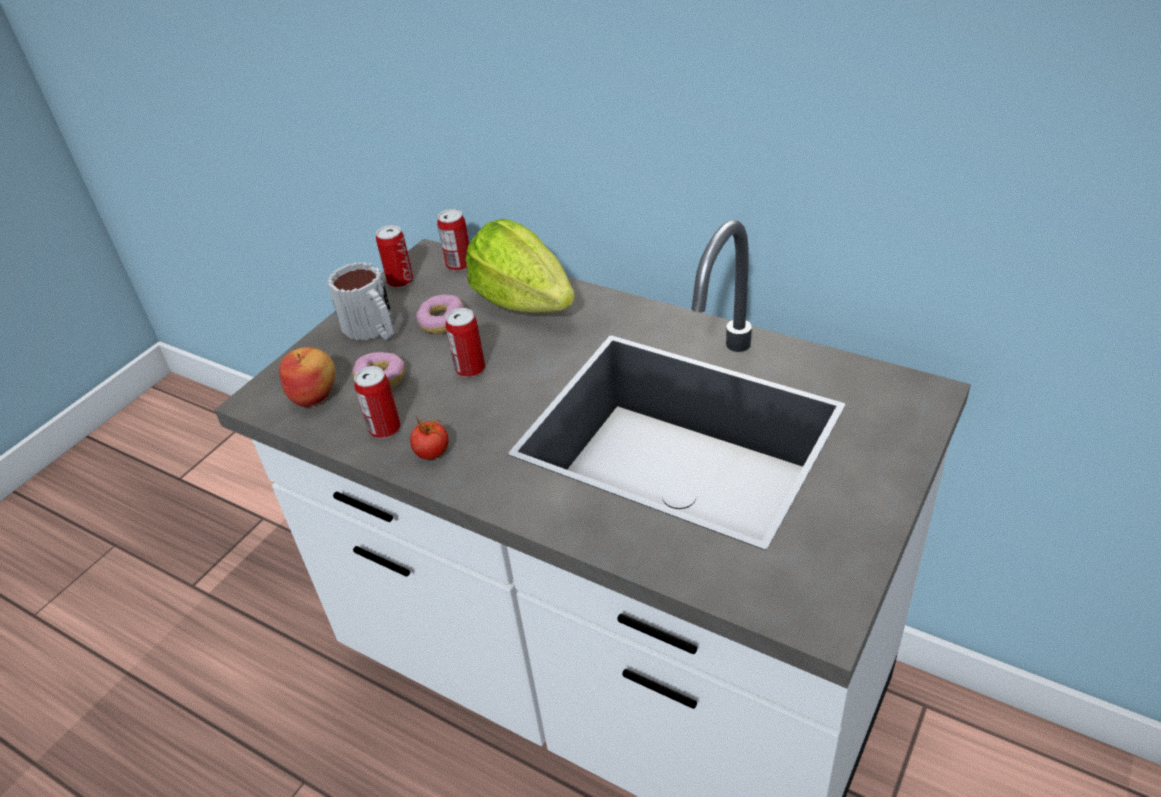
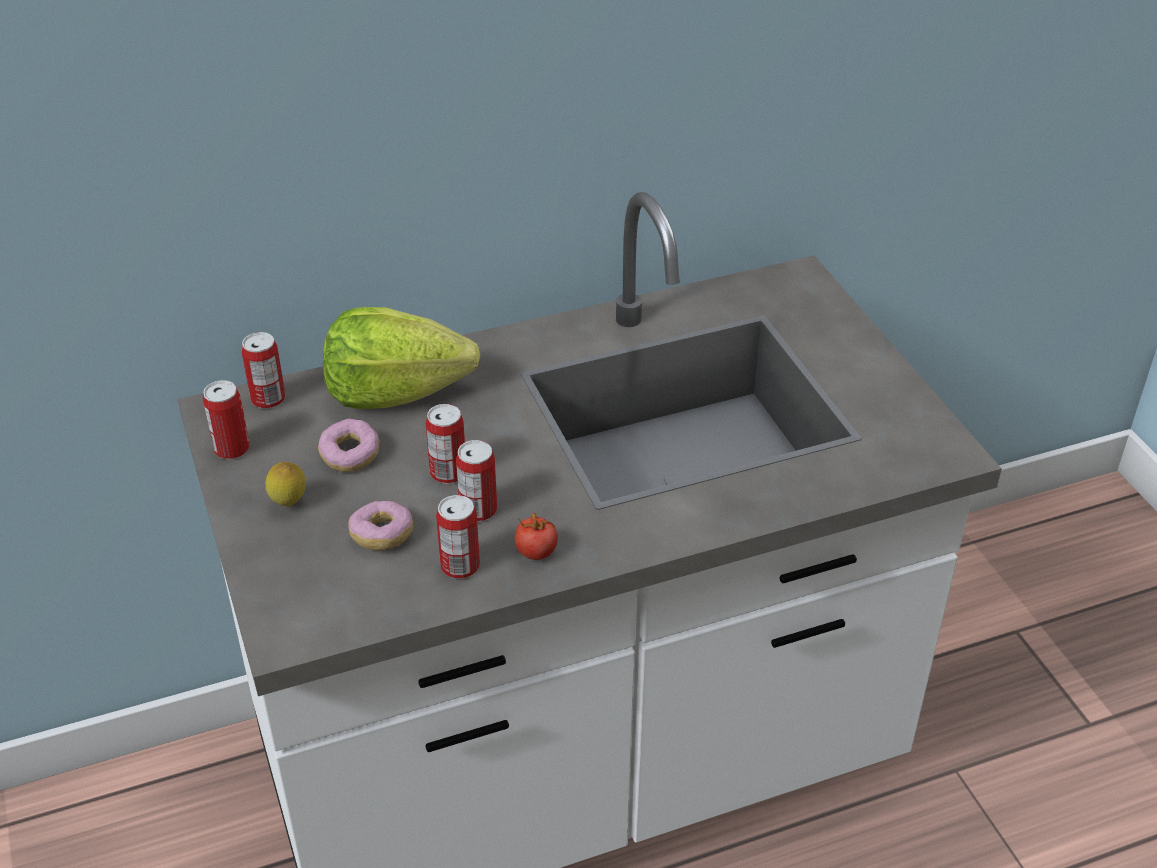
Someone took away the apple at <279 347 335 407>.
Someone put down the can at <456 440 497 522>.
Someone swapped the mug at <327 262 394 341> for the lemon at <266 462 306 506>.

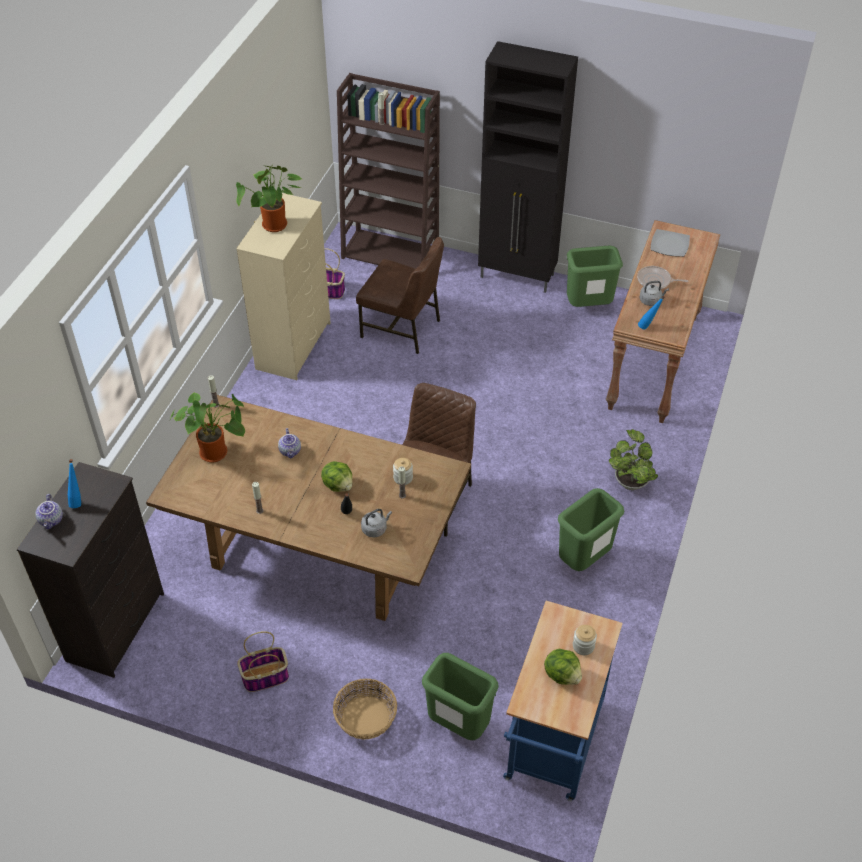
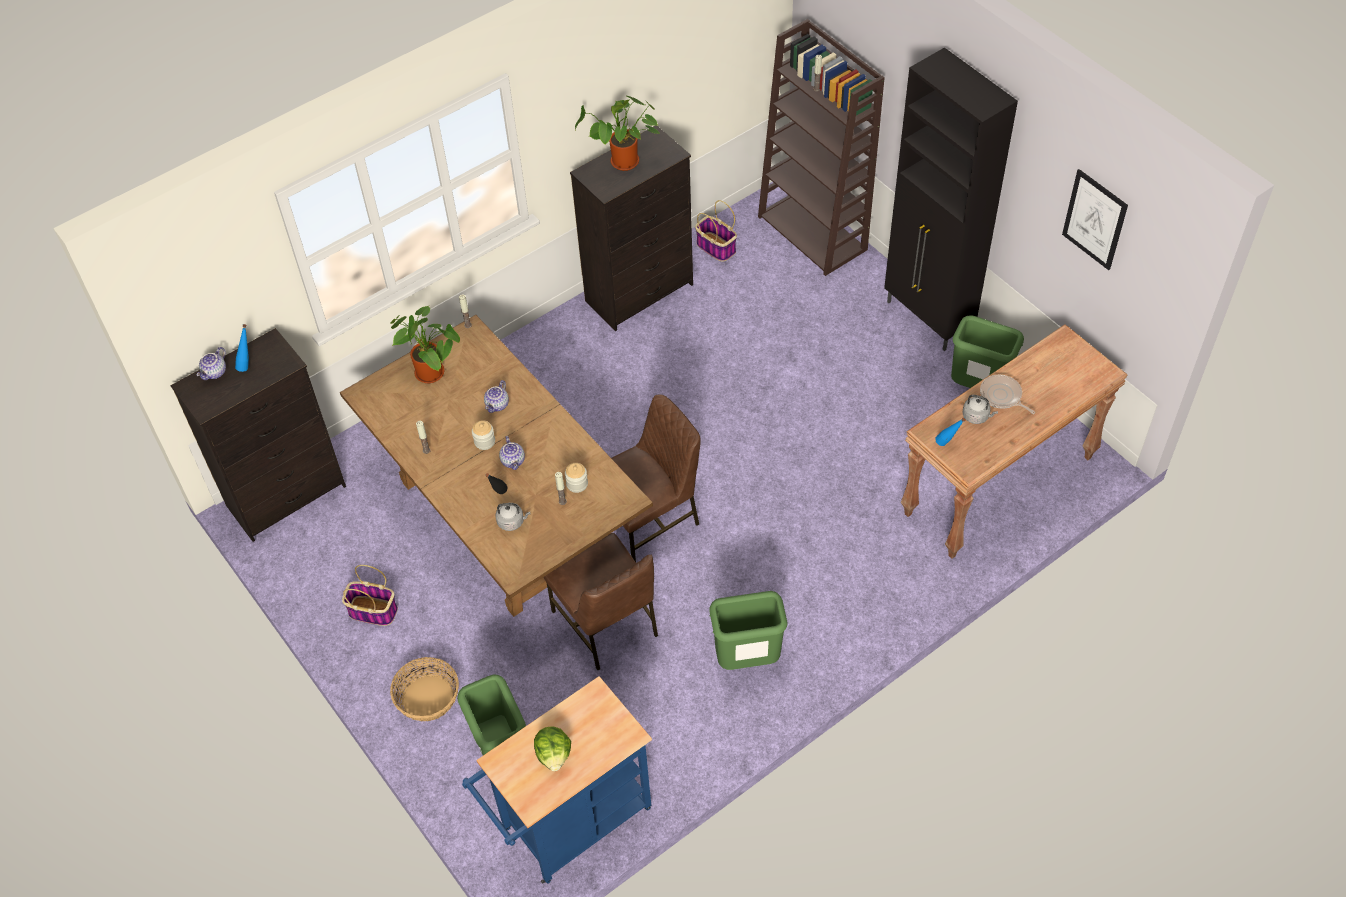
Someone took away the potted_plant at <609 429 658 490>.
Someone took away the plate at <650 229 690 257>.
Someone put up the picture at <1062 169 1128 270>.
Someone carried the brown_chair from <356 237 444 354> to <544 533 658 670>.
Someone carried the jar from <573 625 597 655> to <472 420 495 450>.
Someone swapped the lettuce at <321 461 352 492> for the teapot at <499 436 525 470>.
Someone repainted the beige_dresser at <236 193 331 380>, which became the black_dresser at <570 125 693 331>.

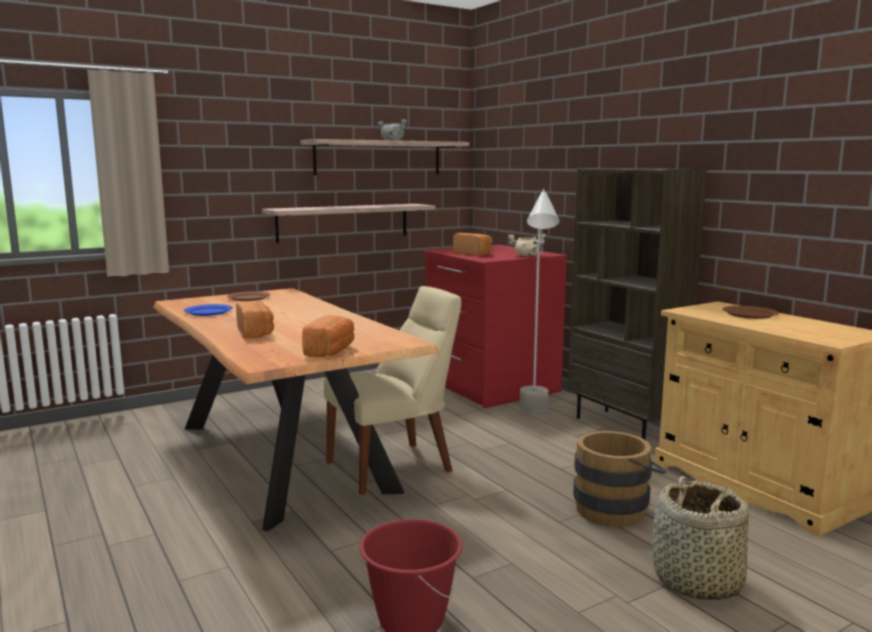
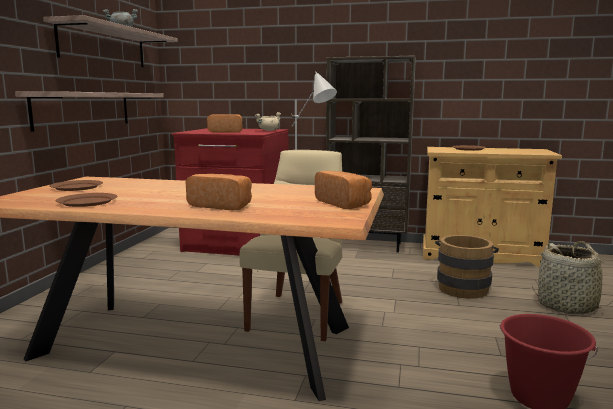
Someone repainted the blue_plate at <184 304 233 316>, which became the brown_plate at <56 193 117 207>.

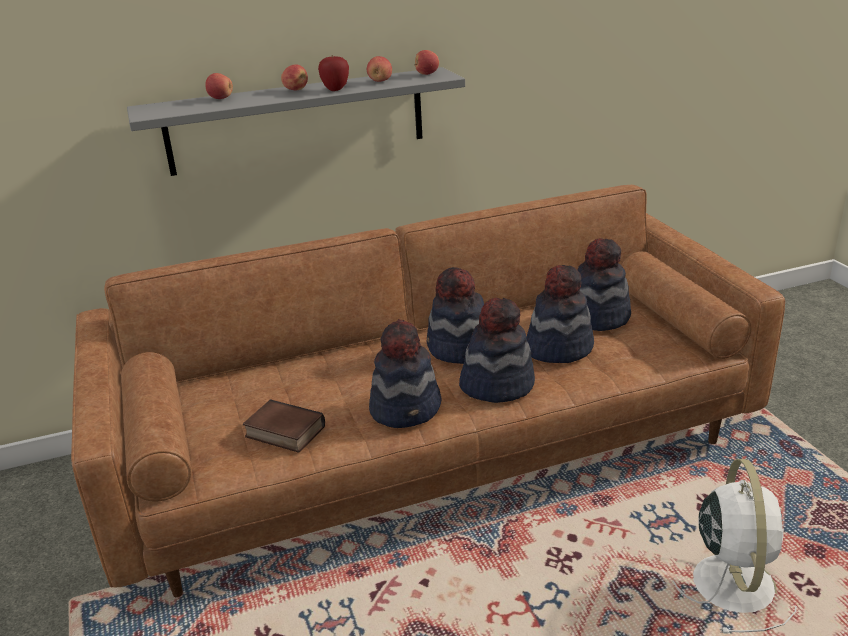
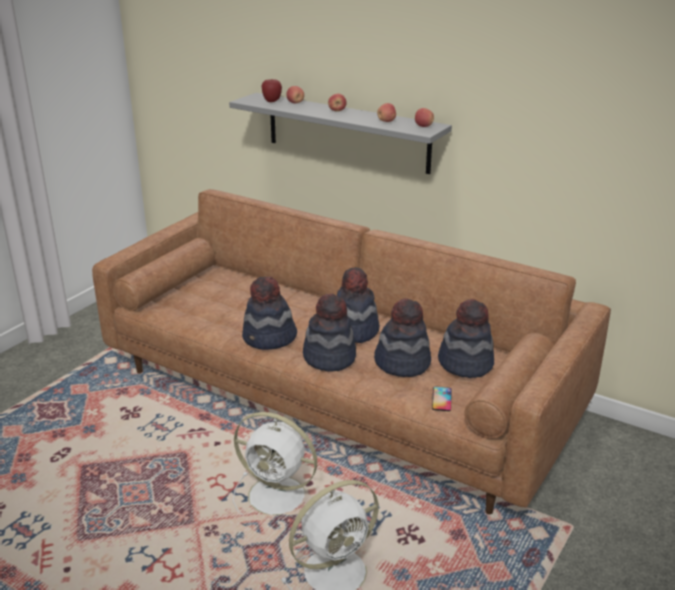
Someone took away the book at <243 399 325 453>.
Someone put down the white_fan at <233 412 317 515>.
Someone put down the phone at <432 387 452 411>.
Someone carried the apple from <318 55 349 91> to <261 79 282 102>.

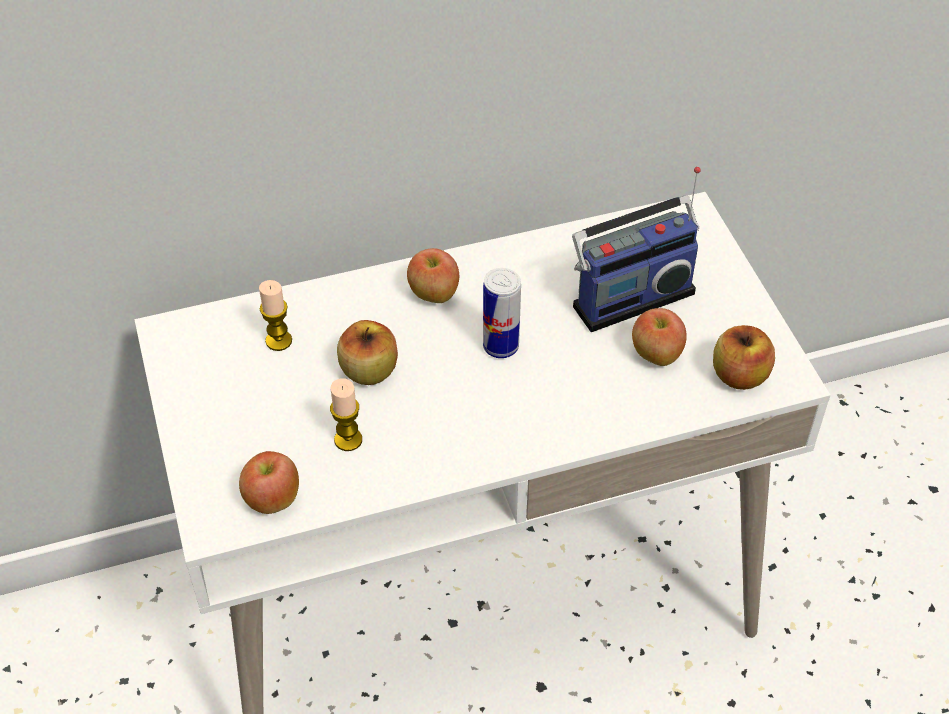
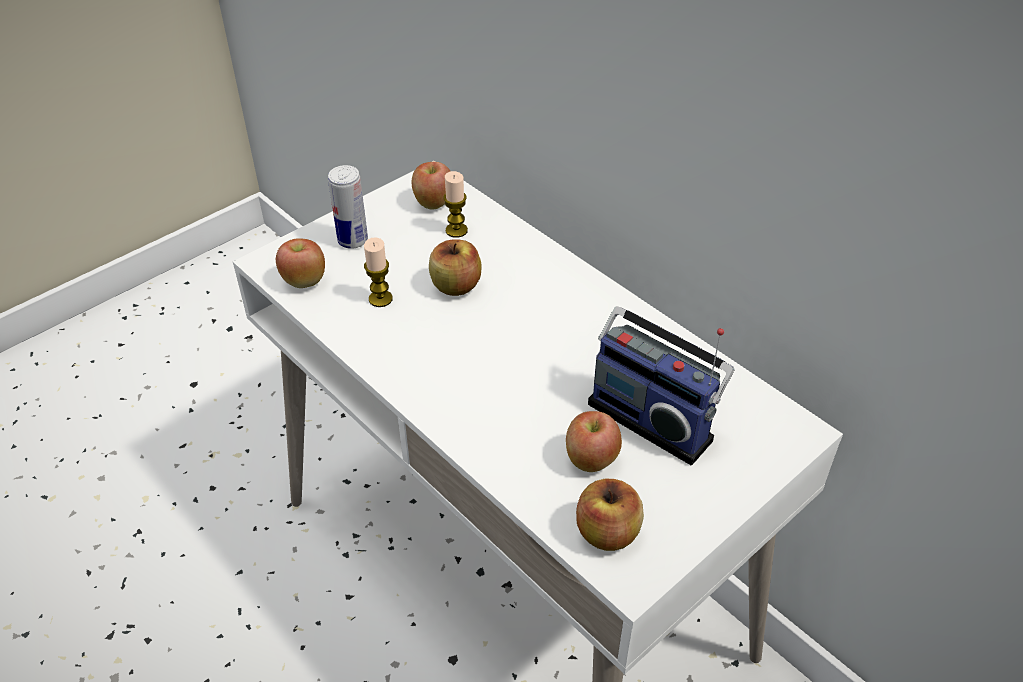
Someone carried the apple from <407 248 459 303> to <412 162 450 209>.
Someone carried the can from <483 268 521 358> to <328 165 368 249>.

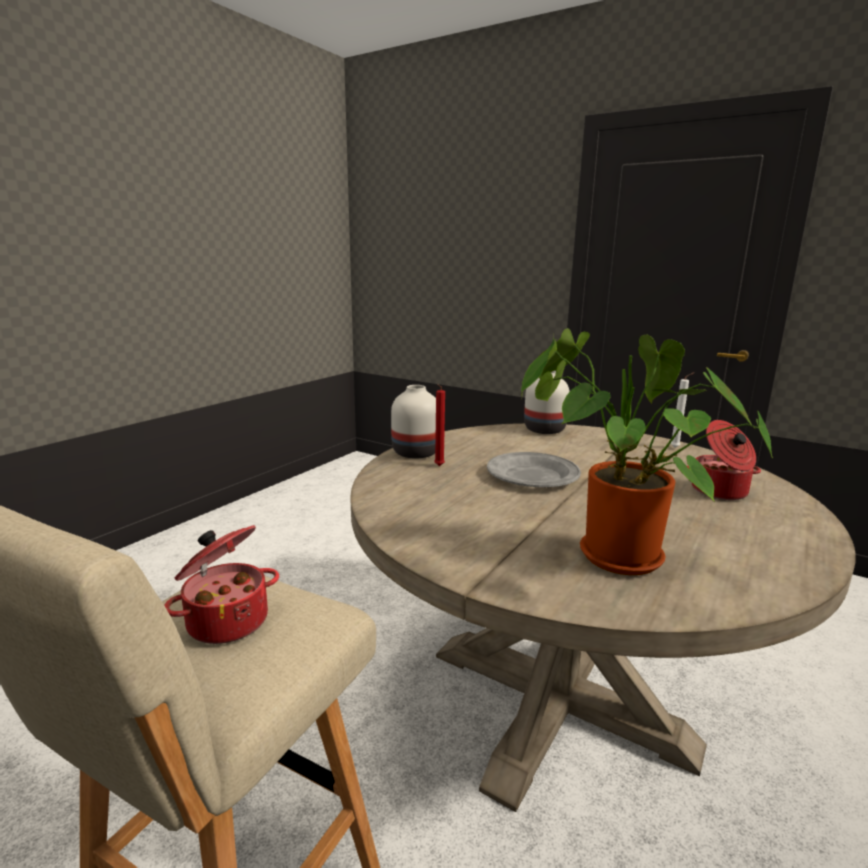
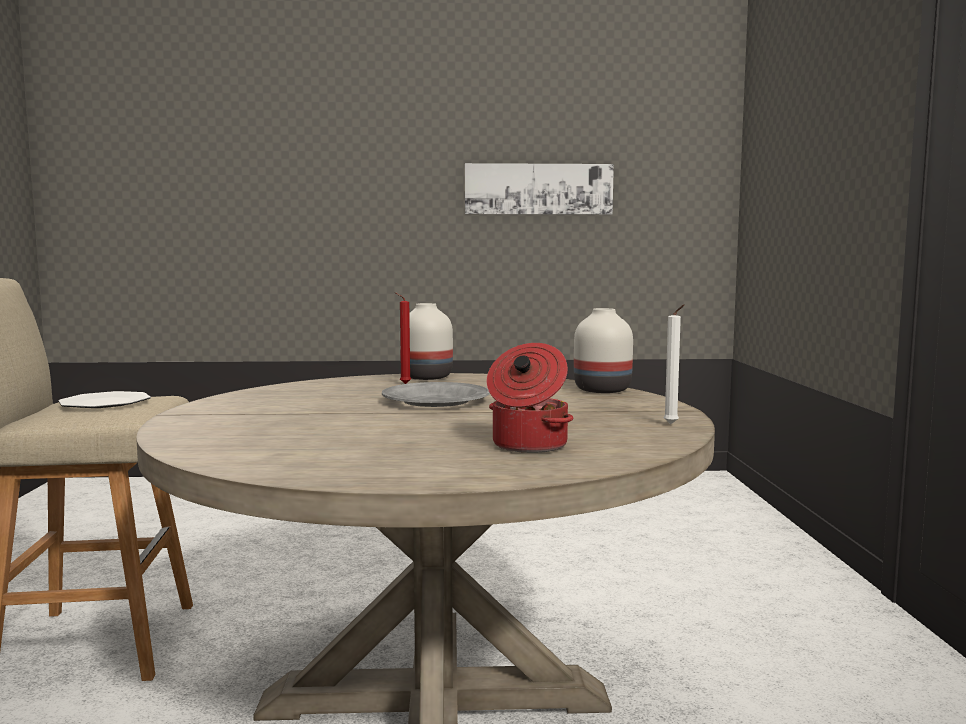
Someone took away the potted_plant at <521 328 773 575>.
Someone put up the picture at <465 163 614 215>.
Someone swapped the cooking_pot at <164 525 279 644> for the plate at <58 391 151 408>.

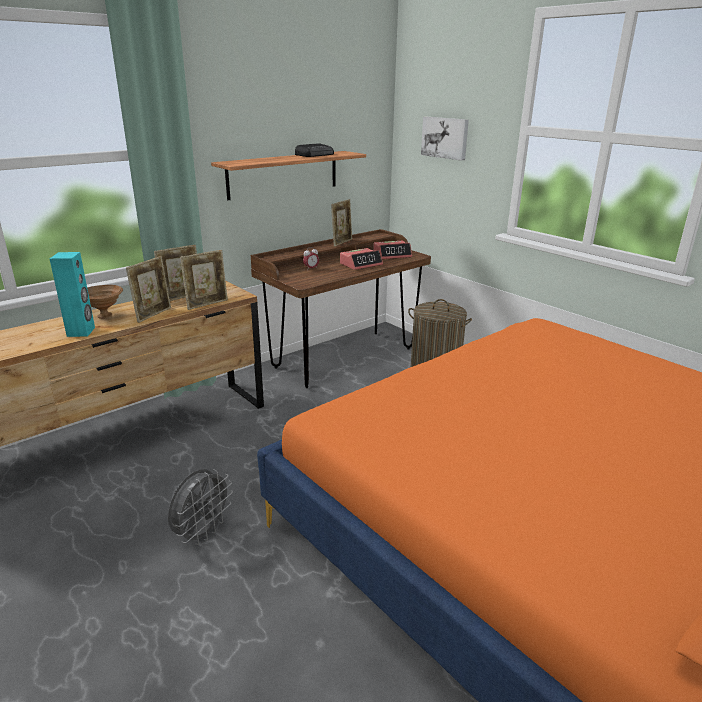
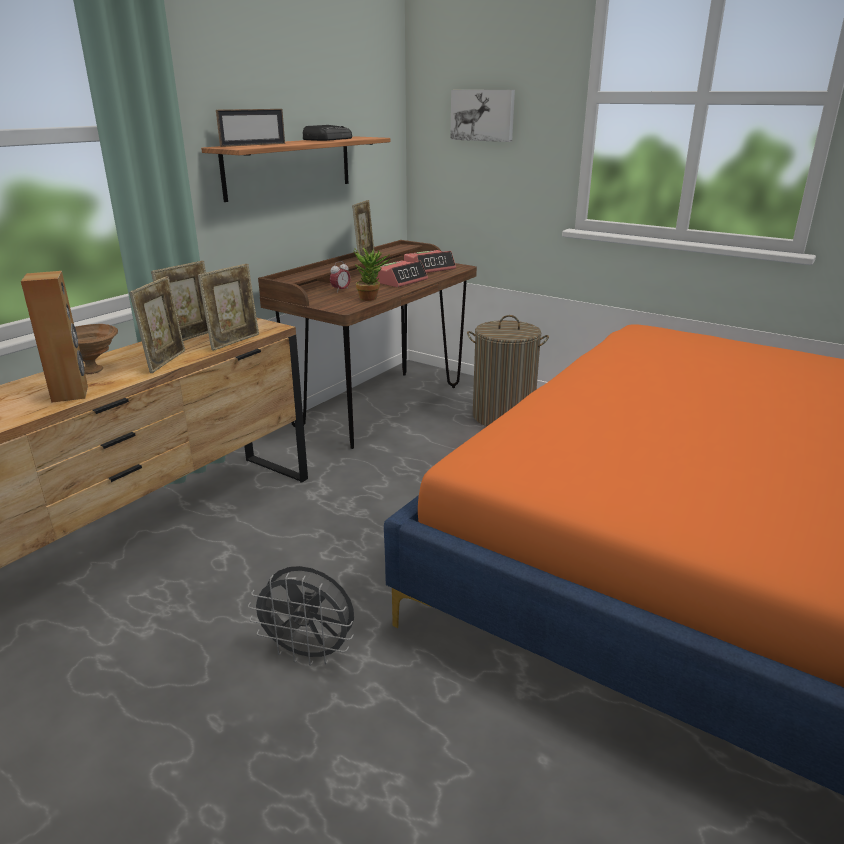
Someone put down the picture_frame at <216 109 285 147>.
Someone put down the potted_plant at <353 248 390 301>.
Someone repainted the turquoise_speaker at <50 252 95 337>, which became the brown_speaker at <21 271 88 403>.
Someone rotated the grey_fan at <168 469 233 545> by 90 degrees clockwise.

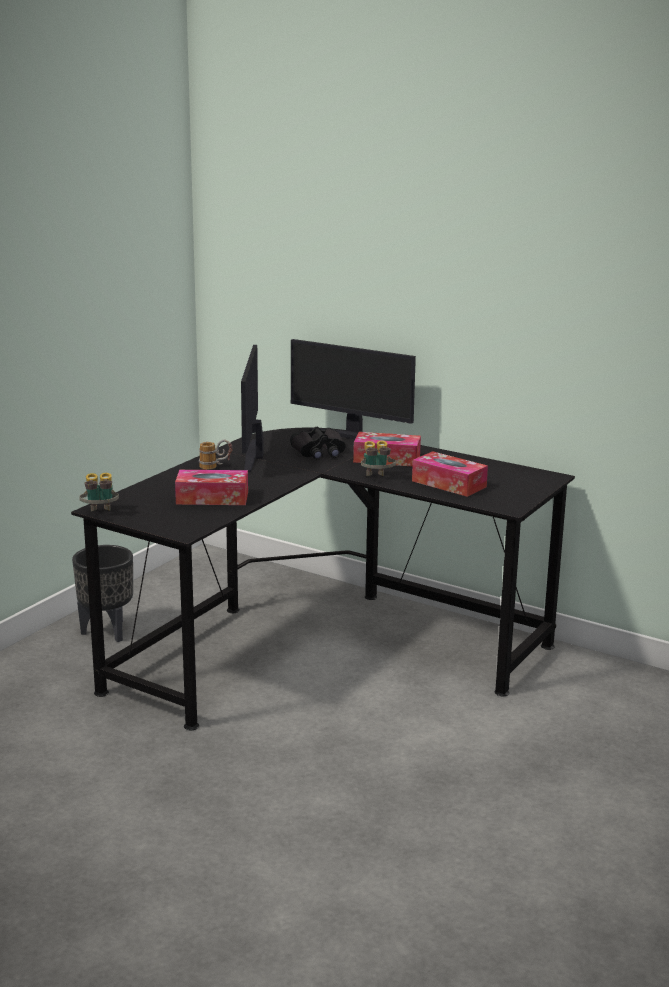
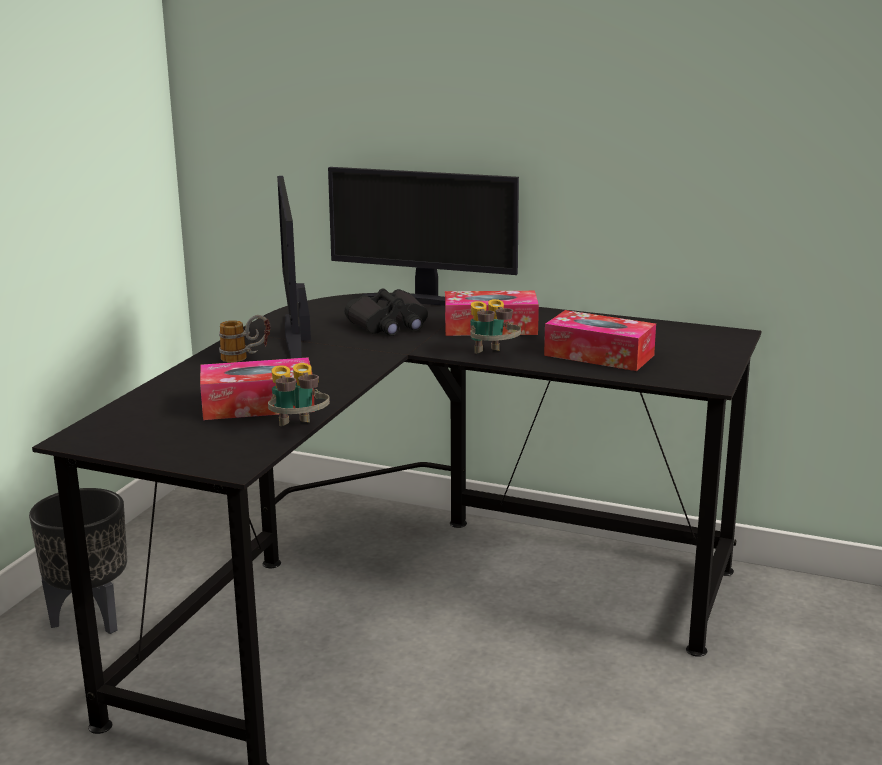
Someone carried the binoculars from <79 473 119 511> to <268 363 330 426>.

